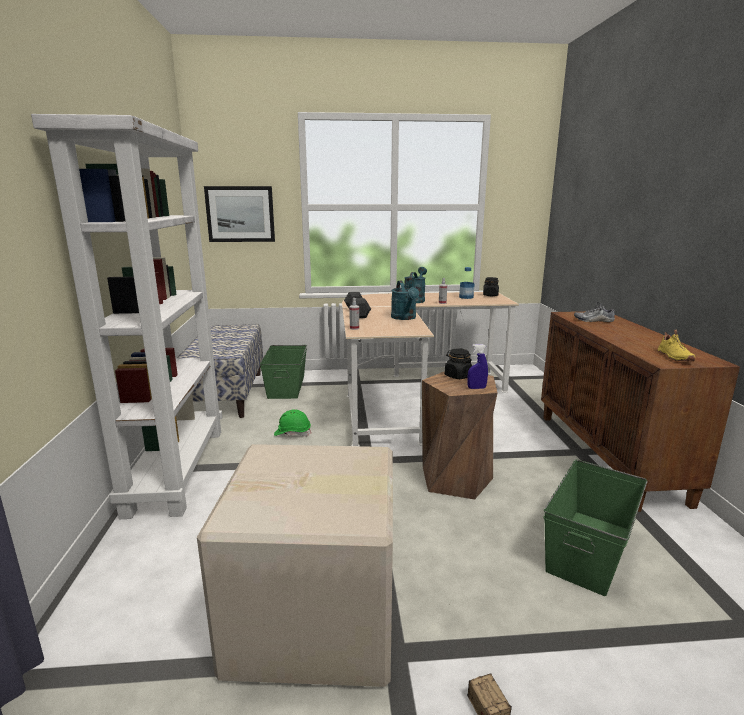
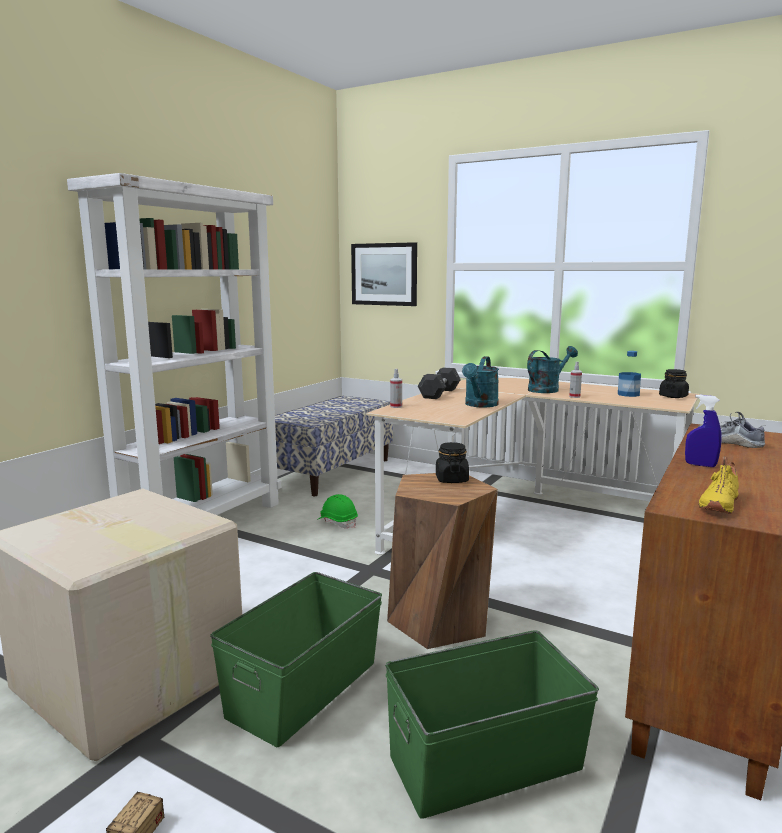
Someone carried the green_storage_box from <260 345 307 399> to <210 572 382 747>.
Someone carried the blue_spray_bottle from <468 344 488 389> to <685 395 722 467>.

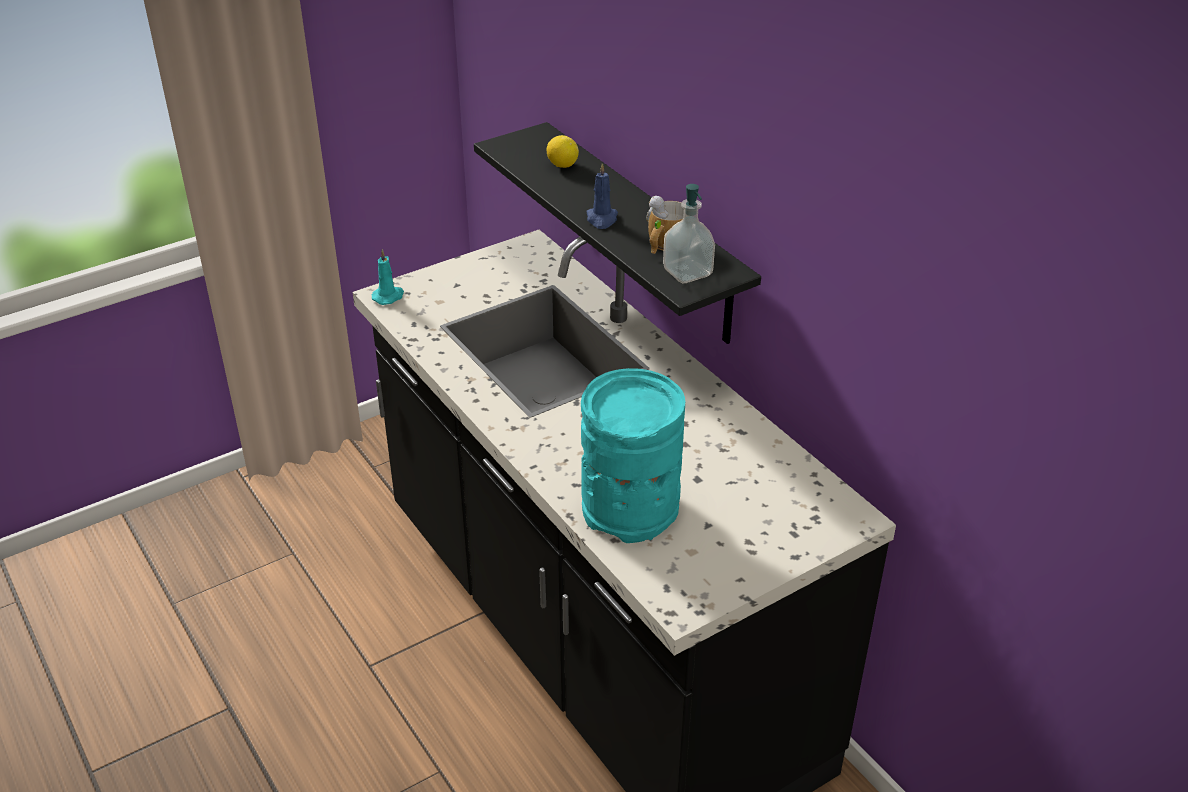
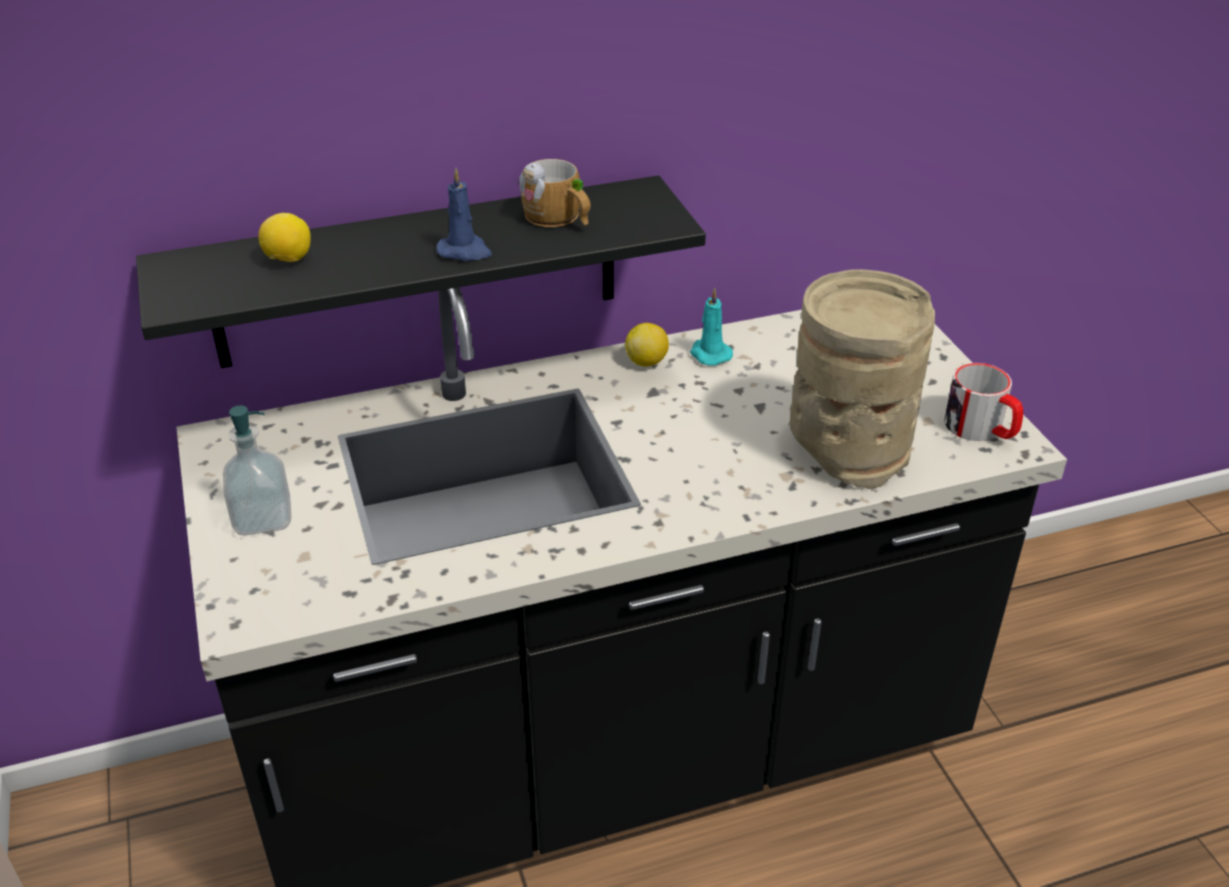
Someone put down the lemon at <625 323 669 367>.
Someone put down the mug at <944 363 1023 441>.
Someone carried the turquoise_candle from <372 249 404 305> to <690 288 733 366>.
Someone carried the soap_dispenser from <663 184 715 283> to <223 405 291 536>.
Someone repainted the turquoise_vase at <581 368 685 543>, which became the beige_vase at <789 269 935 489>.

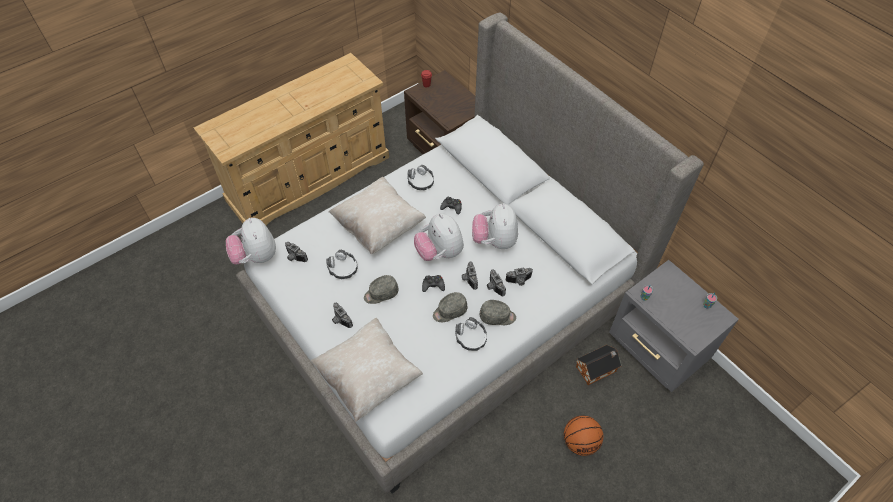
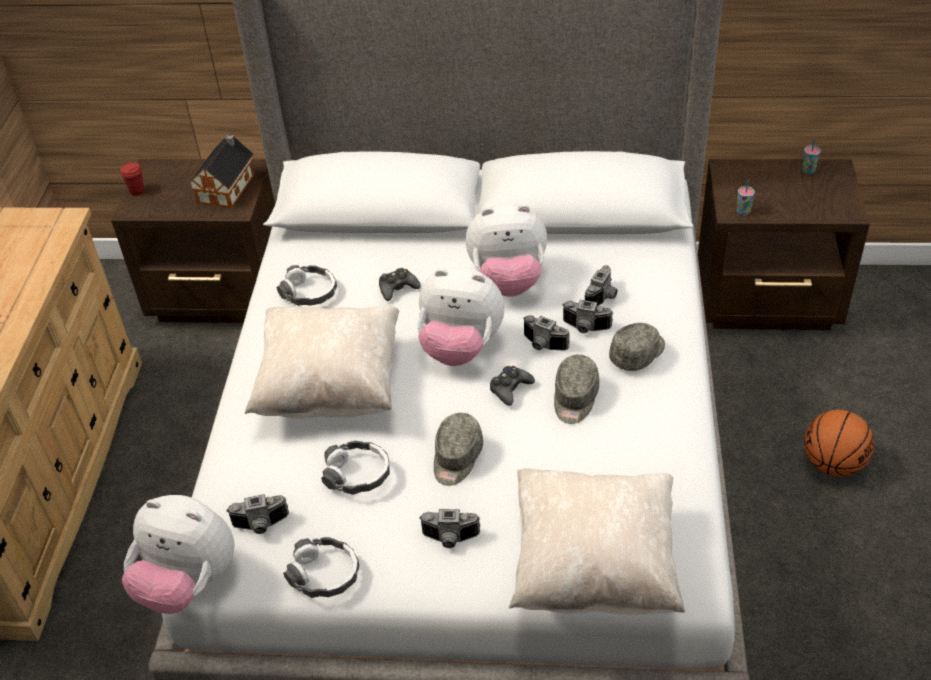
Someone carried the headphones from <455 317 487 351> to <283 537 359 598>.
Someone carried the toy_house from <576 345 622 385> to <189 134 254 209>.
Someone repainted the grey_nightstand at <609 260 739 392>, which became the brown_nightstand at <698 159 870 330>.
Someone rotated the plush_toy at <472 203 518 249> by 45 degrees counterclockwise.

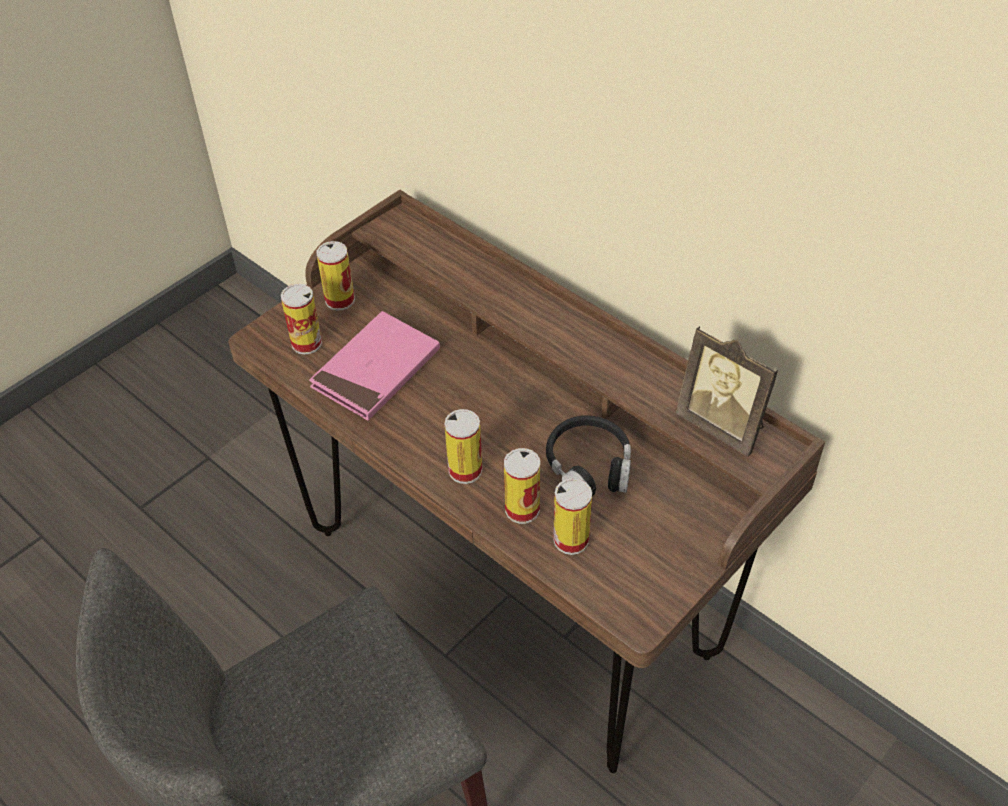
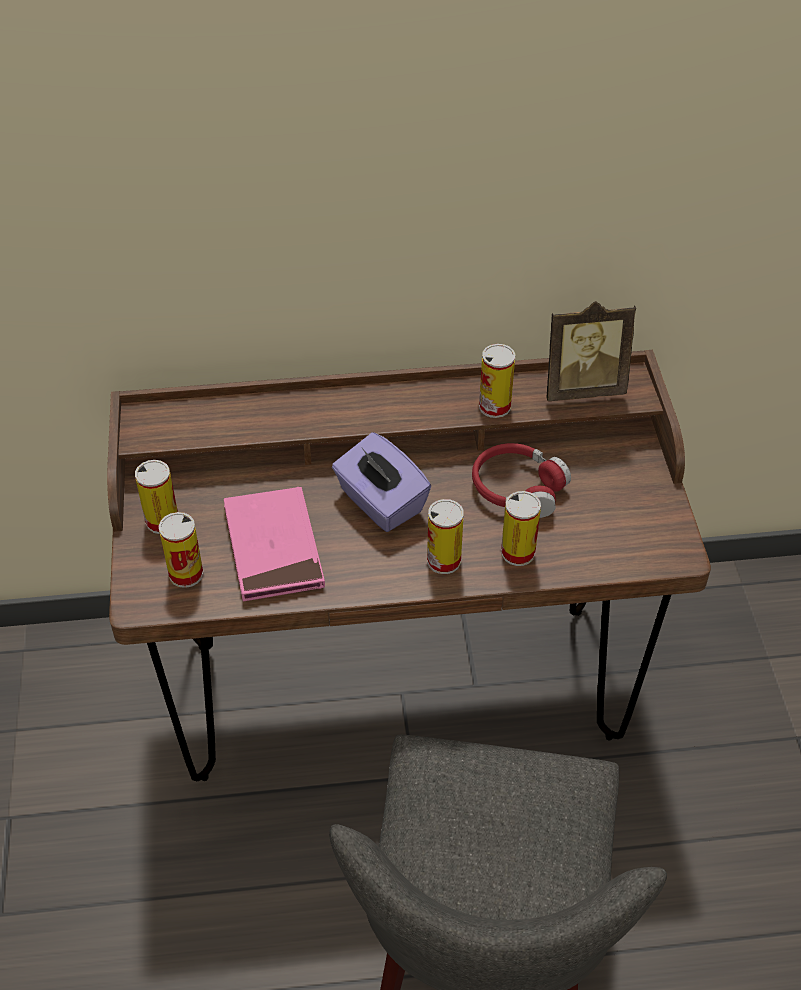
Someone put down the purple_tissue_box at <332 432 431 532>.
Someone carried the can from <553 478 592 555> to <479 344 516 418>.
Someone repainted the black_headphones at <546 415 631 496>, which became the red_headphones at <472 443 571 518>.

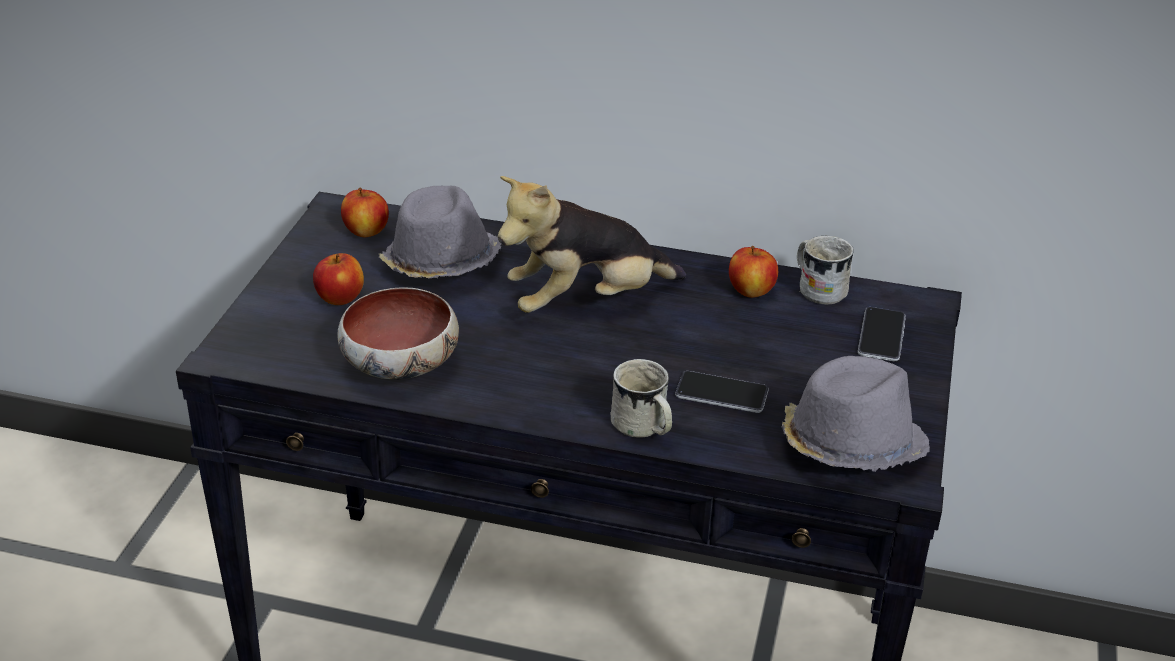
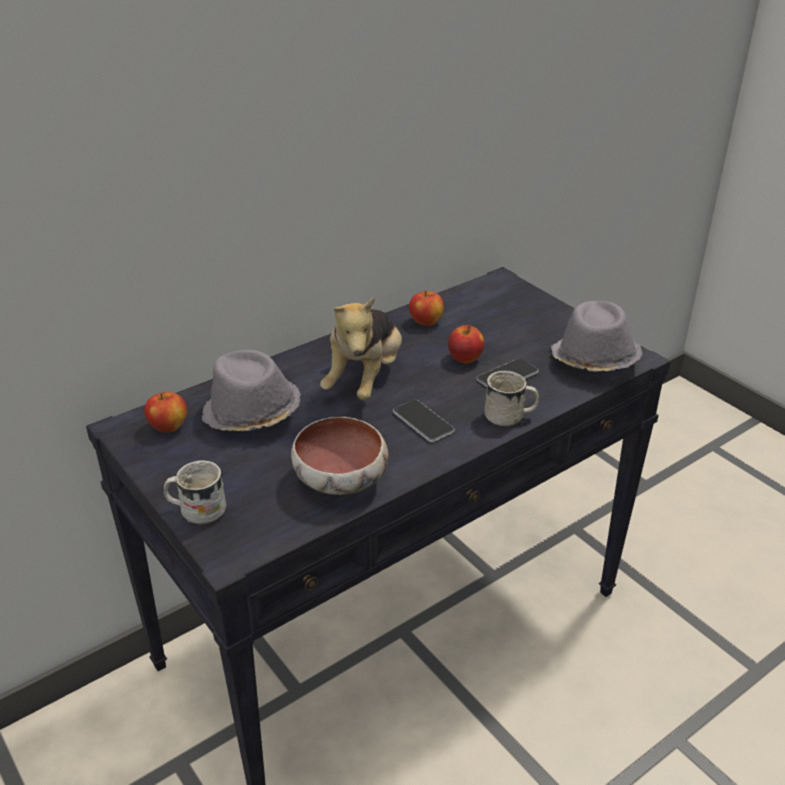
Someone carried the apple from <313 253 364 305> to <448 325 485 364>.
Someone carried the white_mug from <797 236 854 304> to <164 461 226 524>.
Someone carried the phone from <858 307 906 361> to <393 399 455 442>.

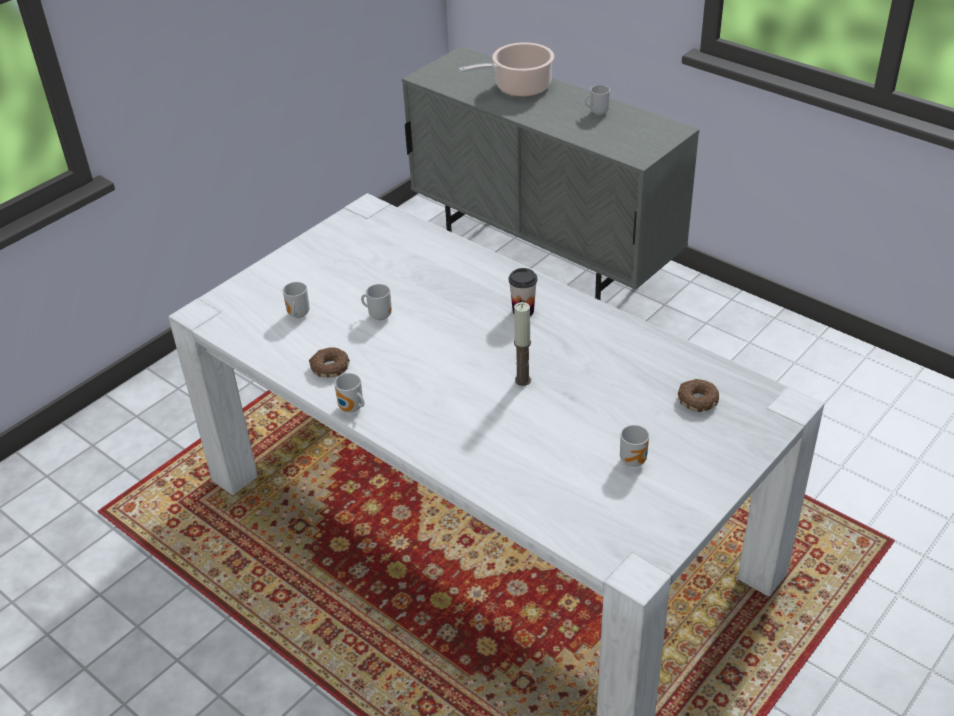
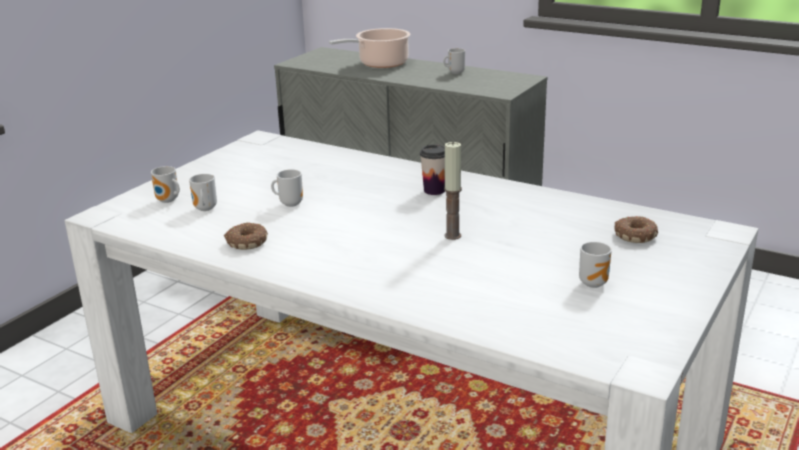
Someone carried the mug from <334 373 364 412> to <151 166 180 203>.

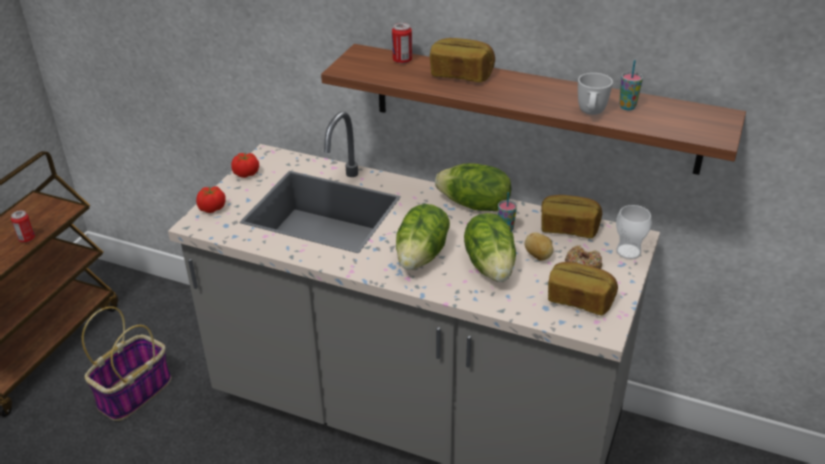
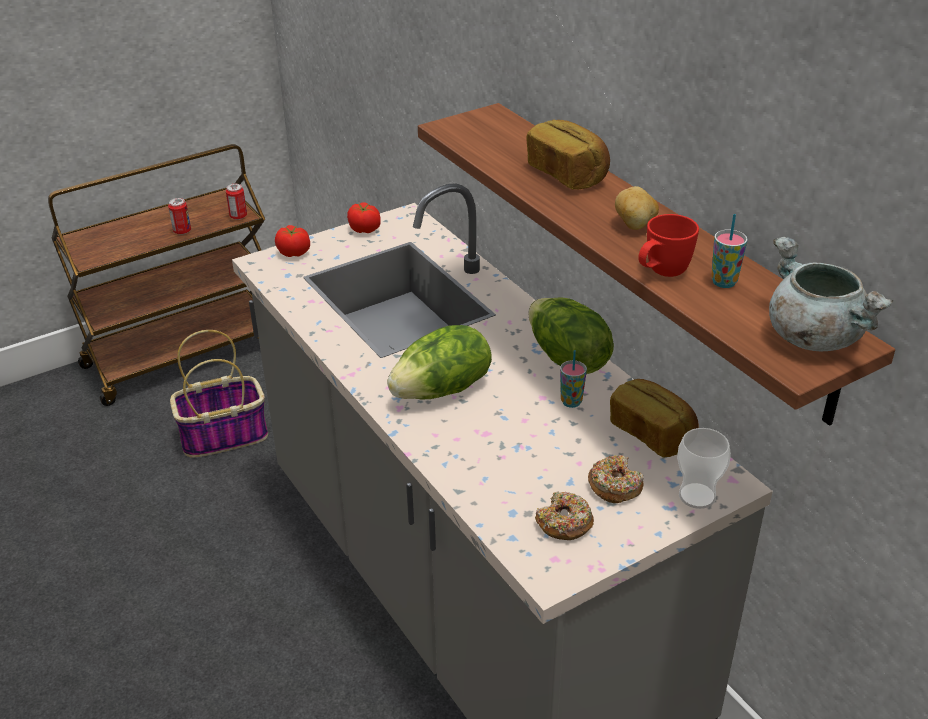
Someone took away the lettuce at <464 213 516 282>.
Someone put down the grey_cooking_pot at <769 237 893 351>.
Someone carried the can from <392 23 412 64> to <226 184 247 220>.
Someone carried the potato from <524 232 553 261> to <615 186 659 230>.
Someone swapped the bread at <548 262 618 315> for the donut at <535 491 594 540>.
Someone repainted the white_mug at <578 73 613 115>, which became the red_mug at <638 214 699 277>.

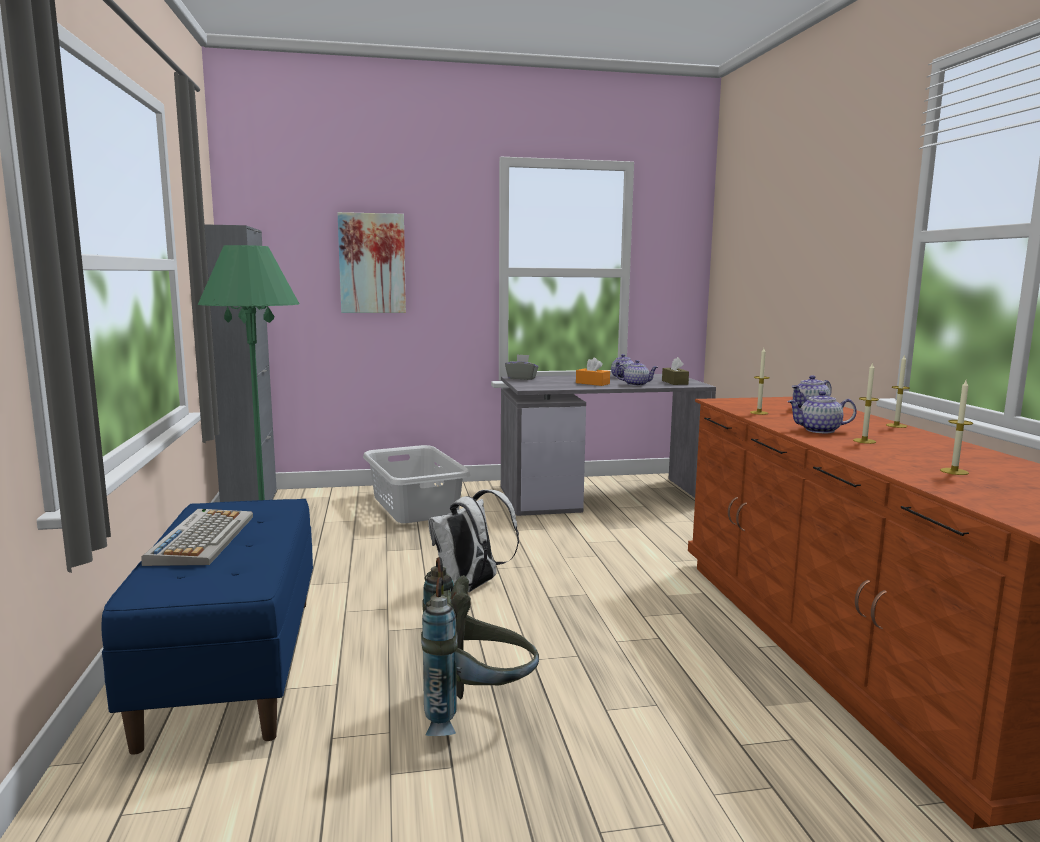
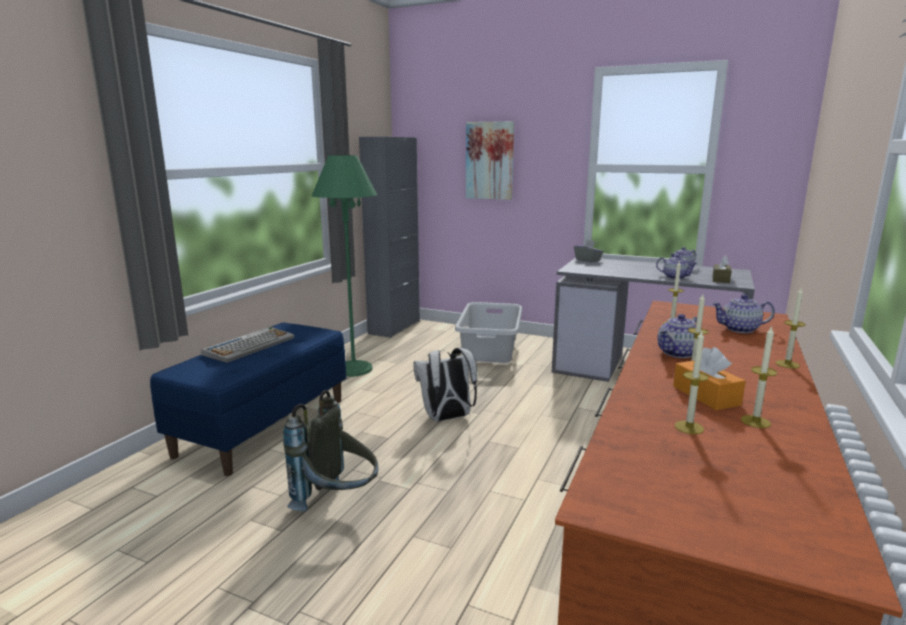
Someone put down the candle at <741 326 778 428>.
Someone carried the orange_tissue_box from <576 358 610 386> to <673 347 746 410>.
Someone rotated the teapot at <787 391 857 433> by 75 degrees counterclockwise.

